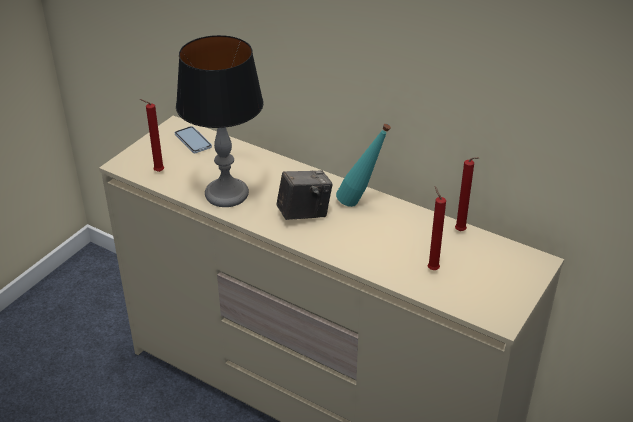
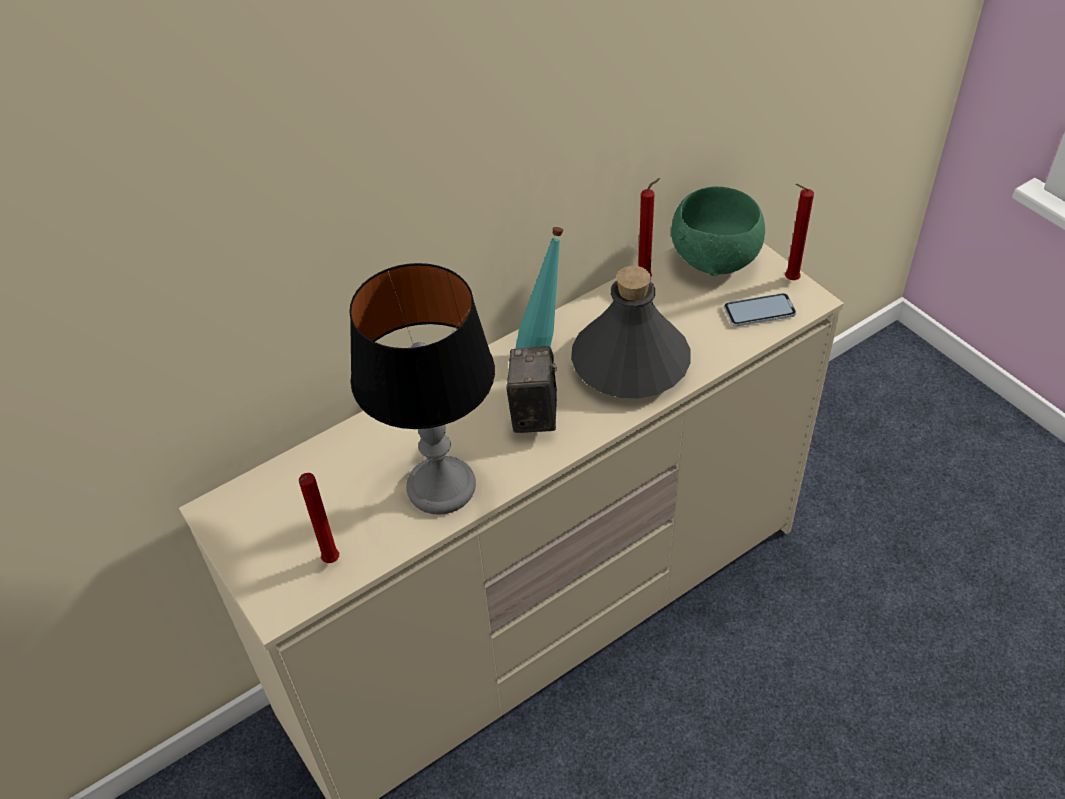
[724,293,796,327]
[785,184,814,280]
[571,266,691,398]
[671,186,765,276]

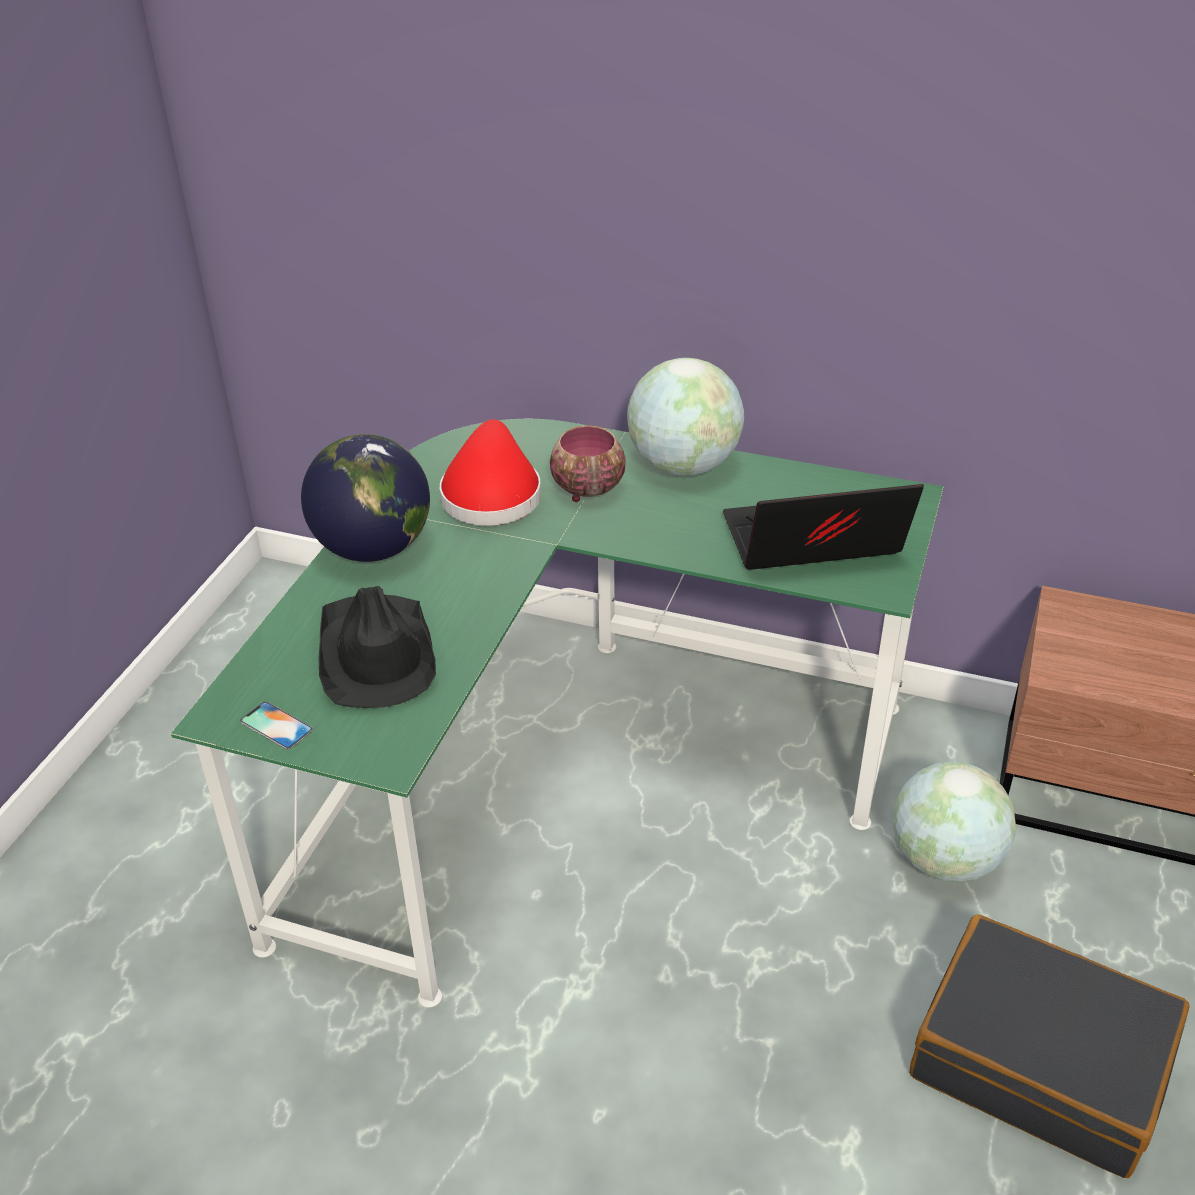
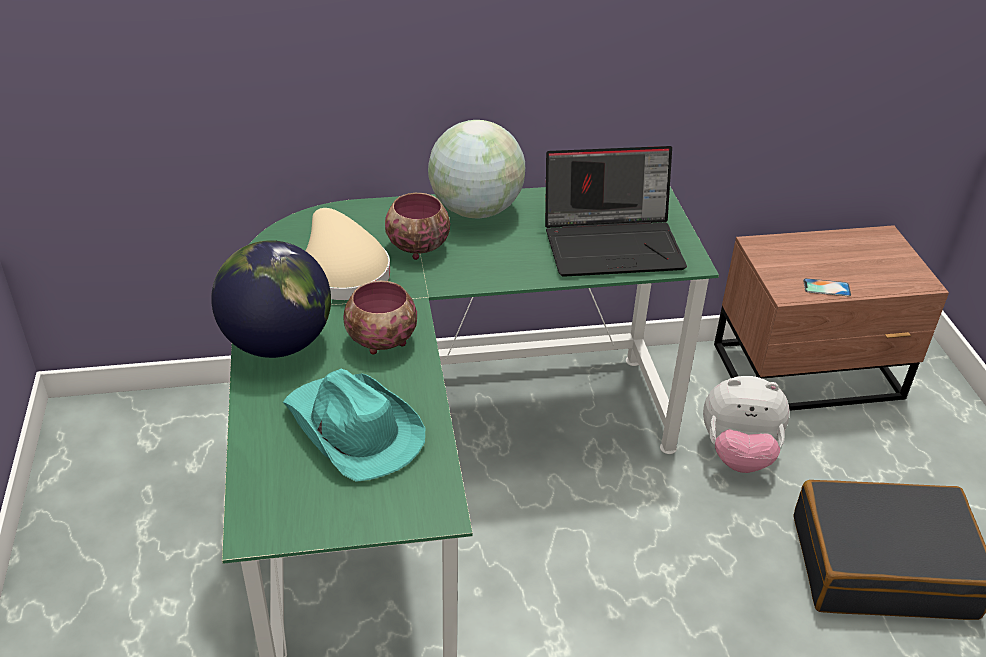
[803,278,851,297]
[283,369,425,482]
[306,208,390,300]
[545,146,687,277]
[703,376,790,473]
[343,281,417,355]

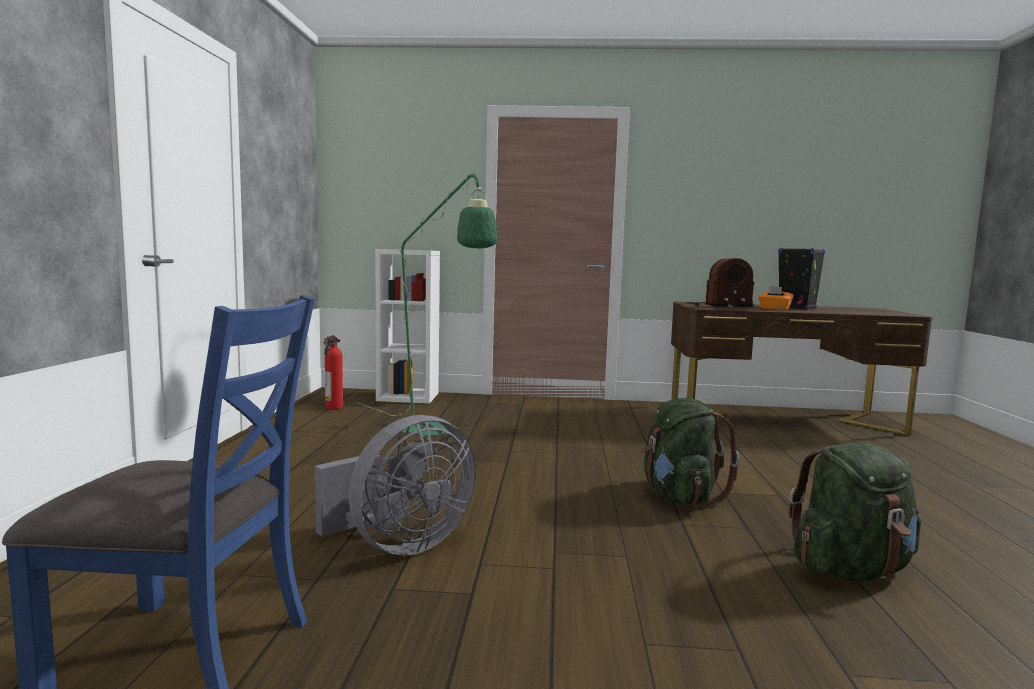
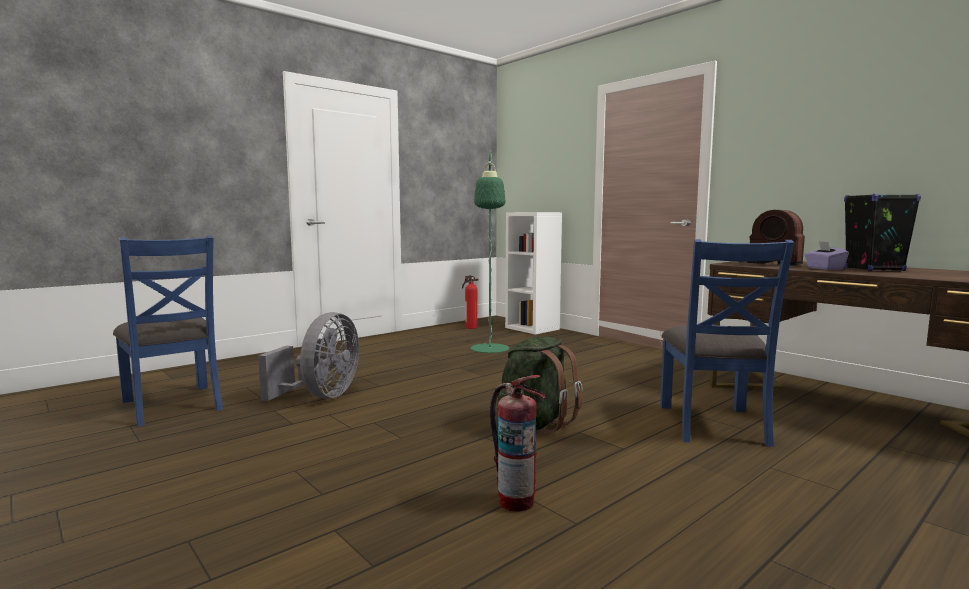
[258,312,359,401]
[805,241,849,270]
[490,375,546,512]
[660,239,795,447]

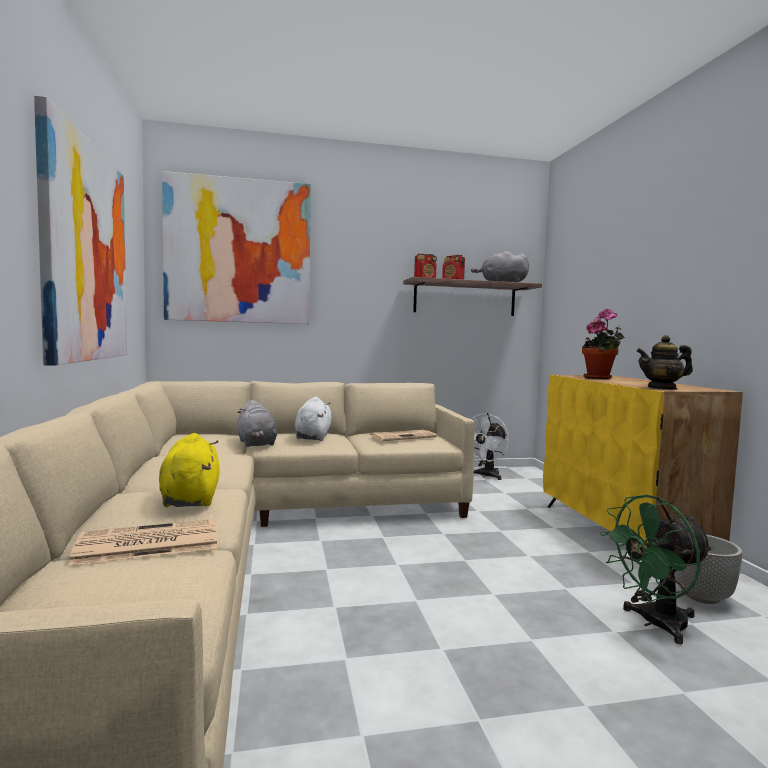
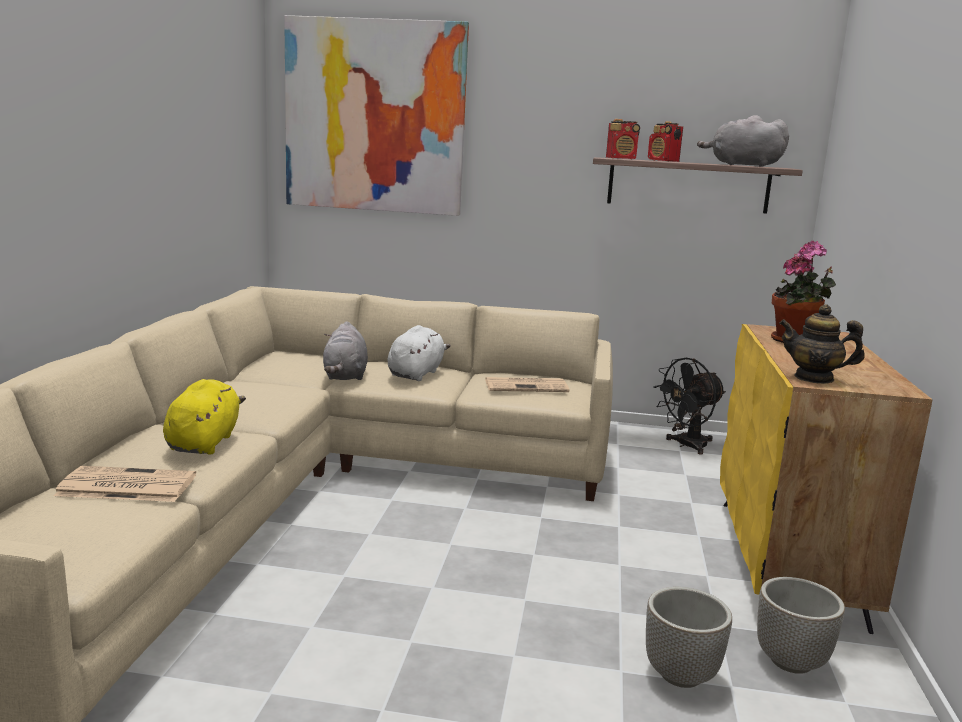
[34,95,127,366] (first image)
[653,358,726,455]
[646,587,732,688]

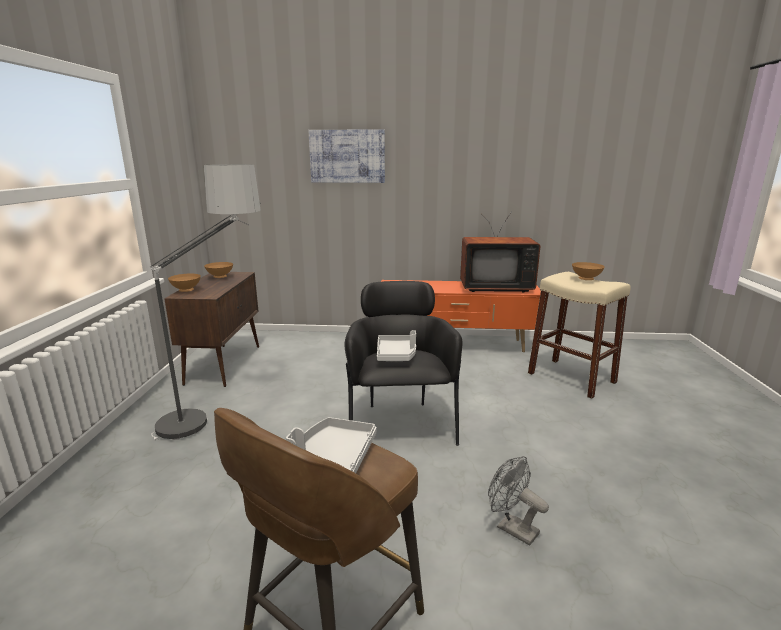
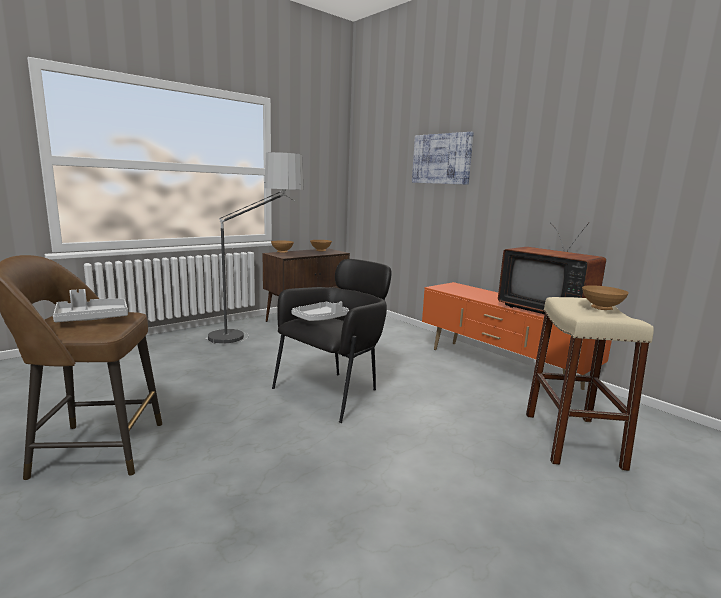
[488,456,549,546] (first image)

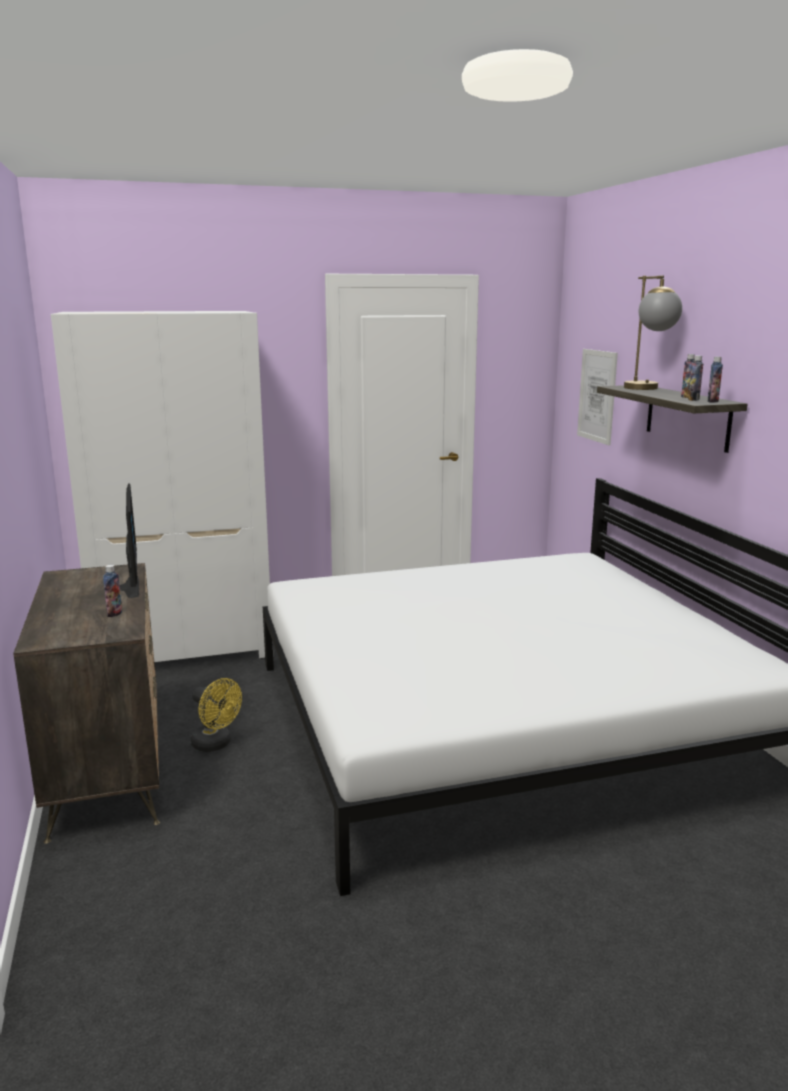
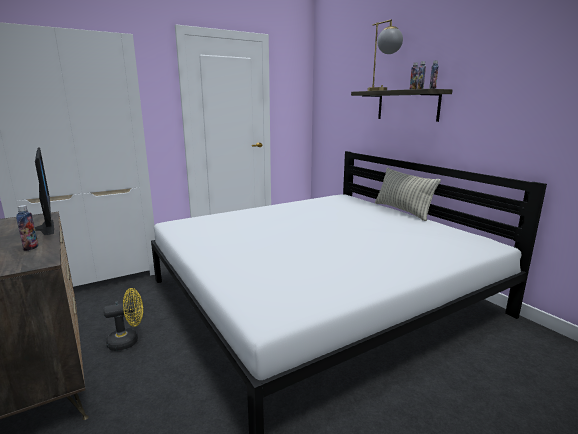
[103,288,143,351]
[577,349,618,445] (first image)
[375,168,441,221]

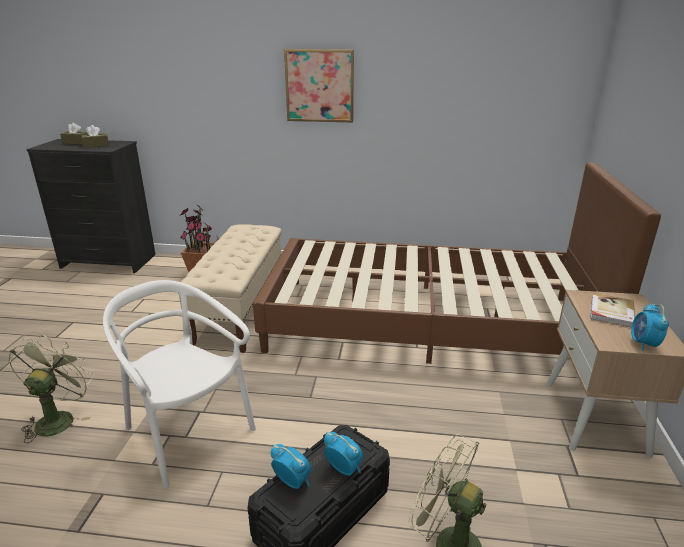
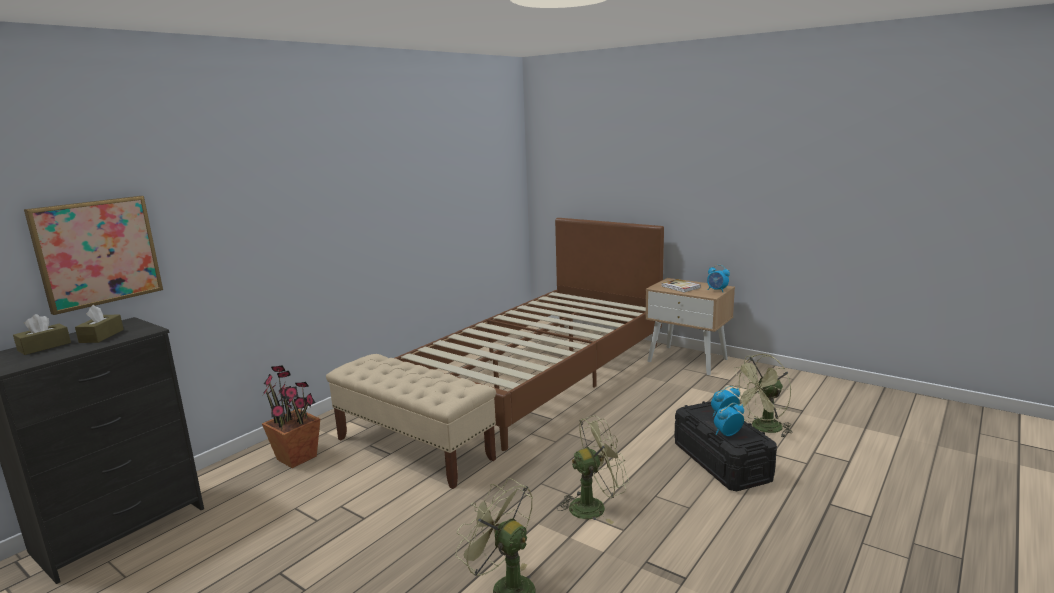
[557,415,629,524]
[24,196,163,315]

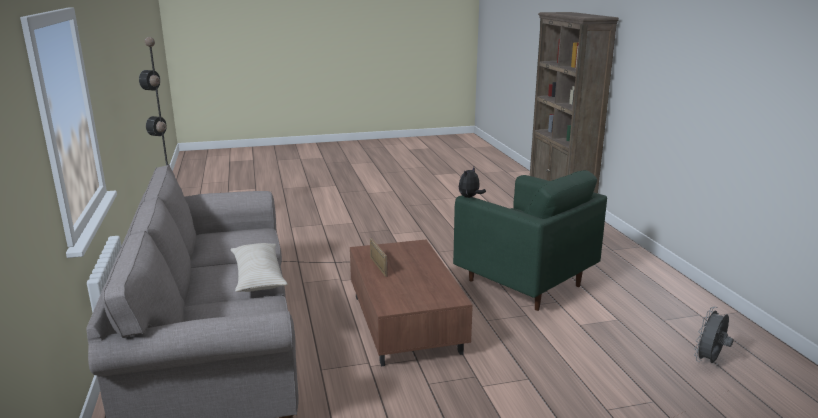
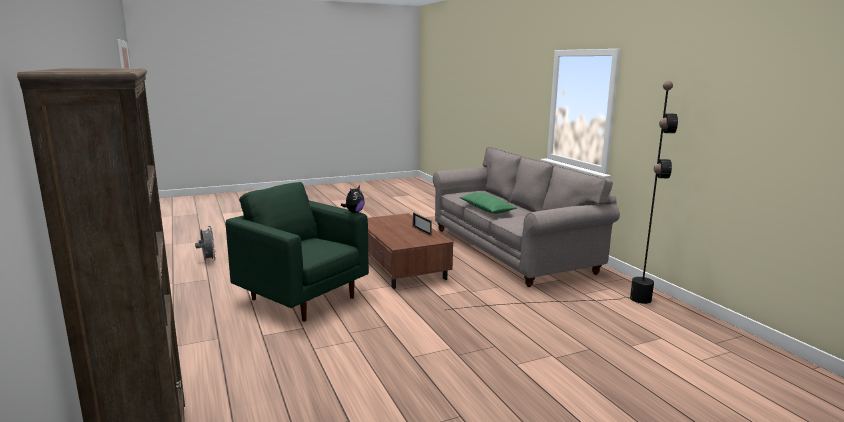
[459,193,517,214]
[195,226,216,261]

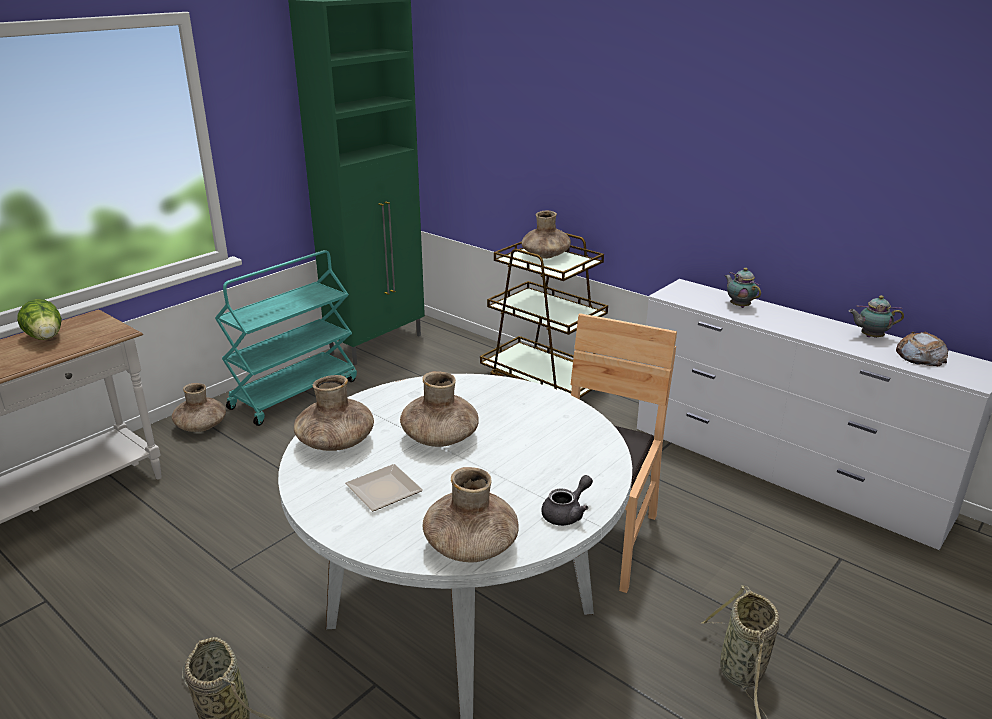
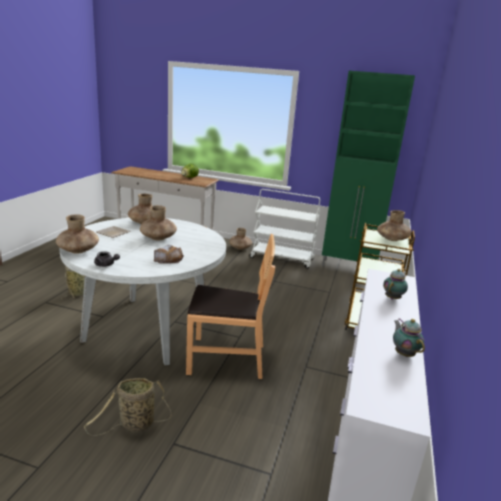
[249,189,320,269]
[154,245,184,264]

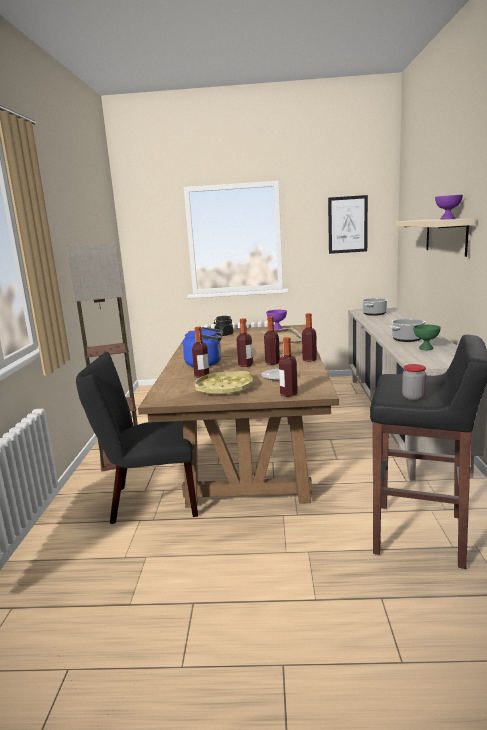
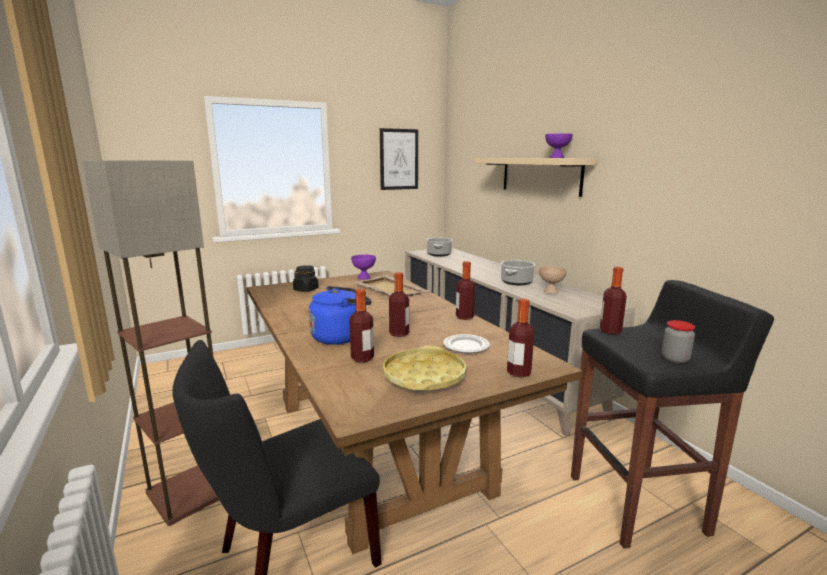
[600,267,627,334]
[539,267,567,294]

